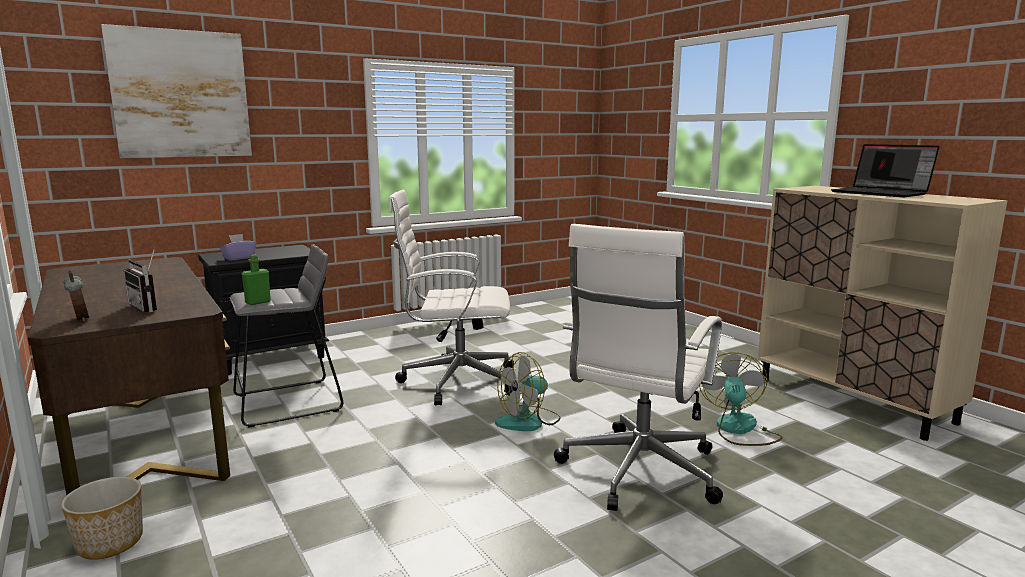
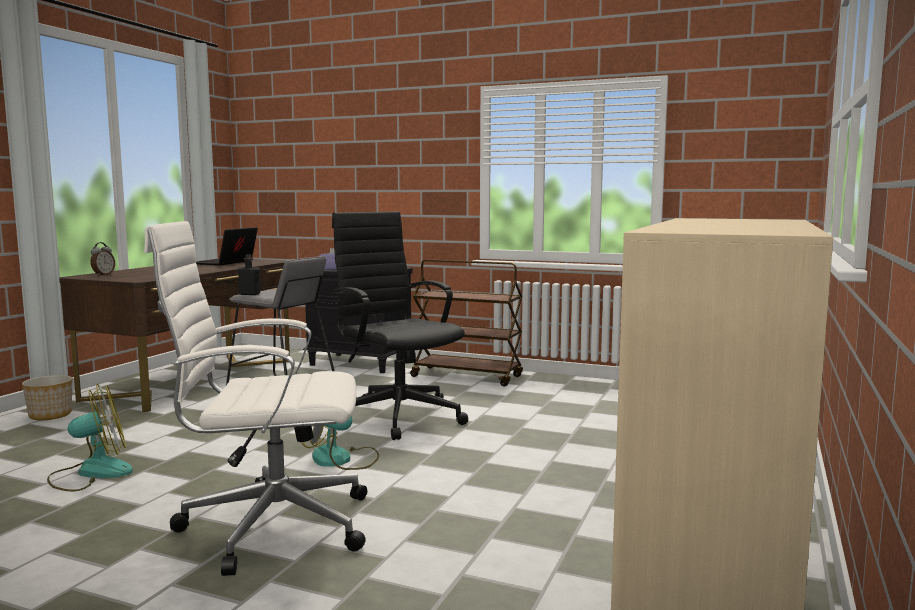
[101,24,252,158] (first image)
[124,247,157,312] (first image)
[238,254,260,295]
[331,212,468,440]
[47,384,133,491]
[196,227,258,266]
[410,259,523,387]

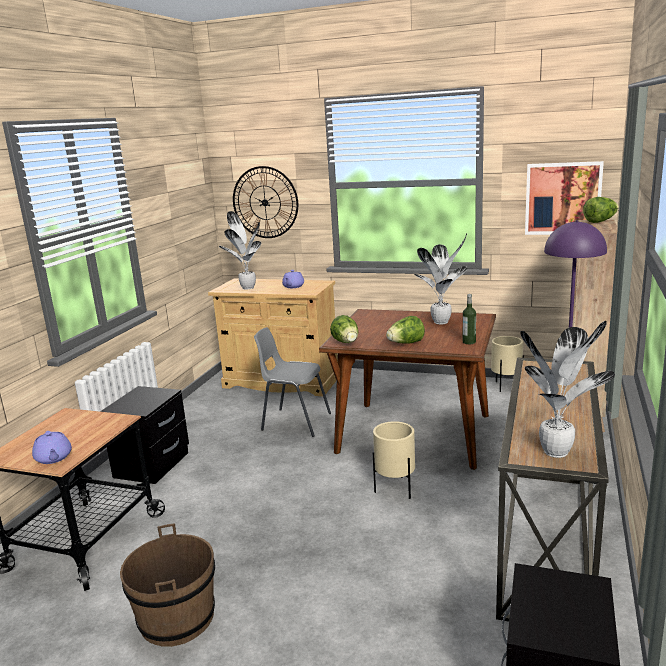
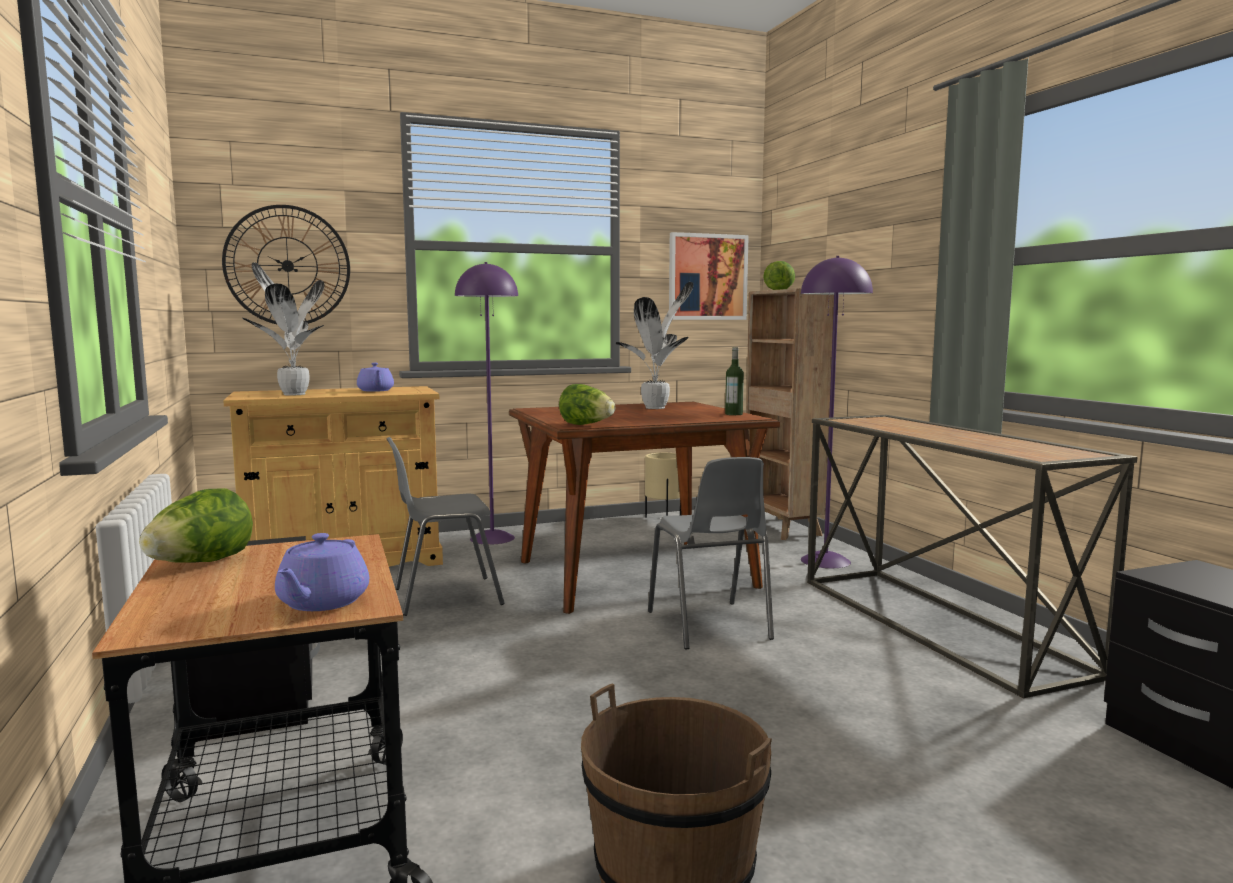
[275,533,369,611]
[648,457,774,649]
[139,488,253,563]
[520,321,615,458] (first image)
[455,262,518,545]

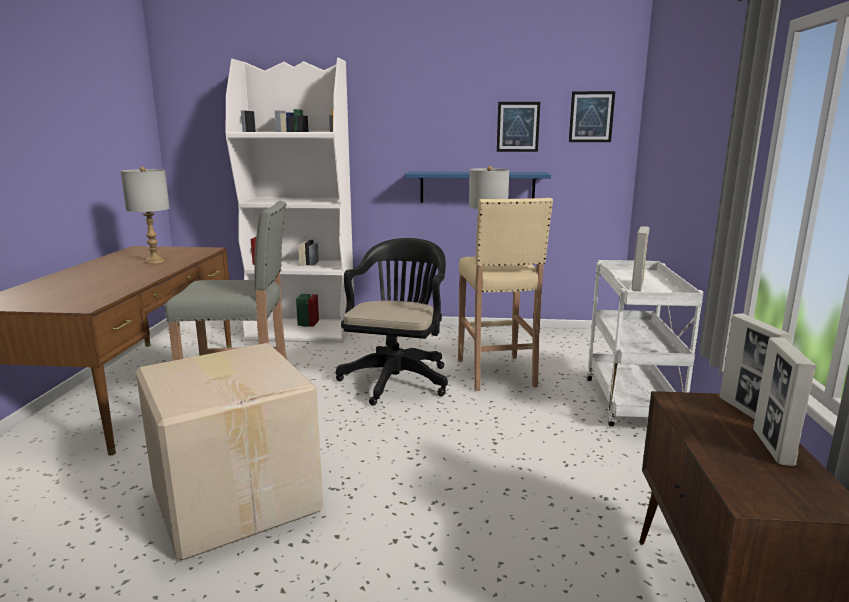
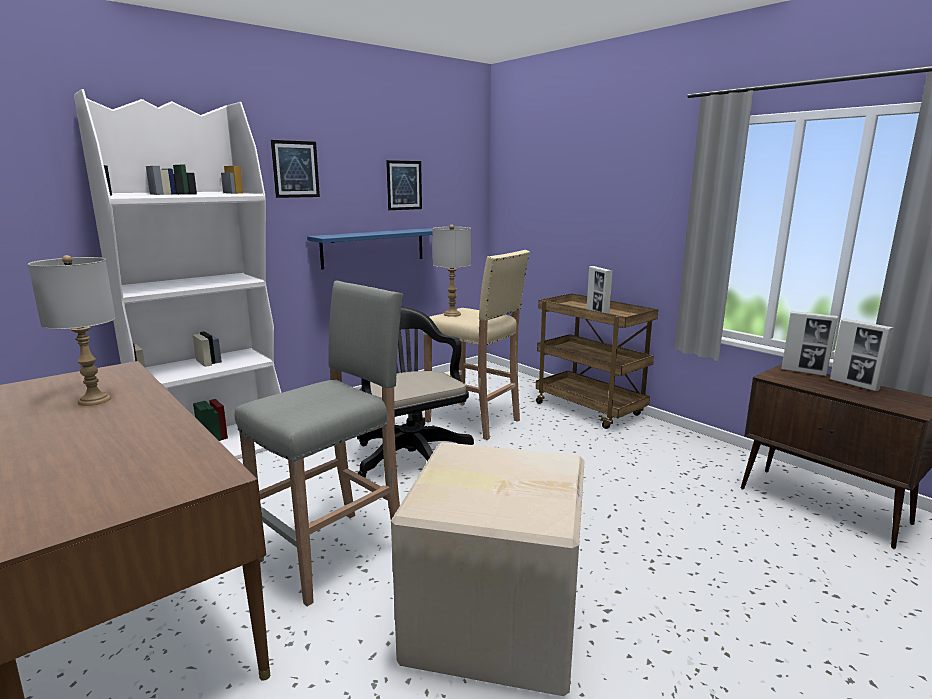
[271,140,320,198]
[536,293,658,429]

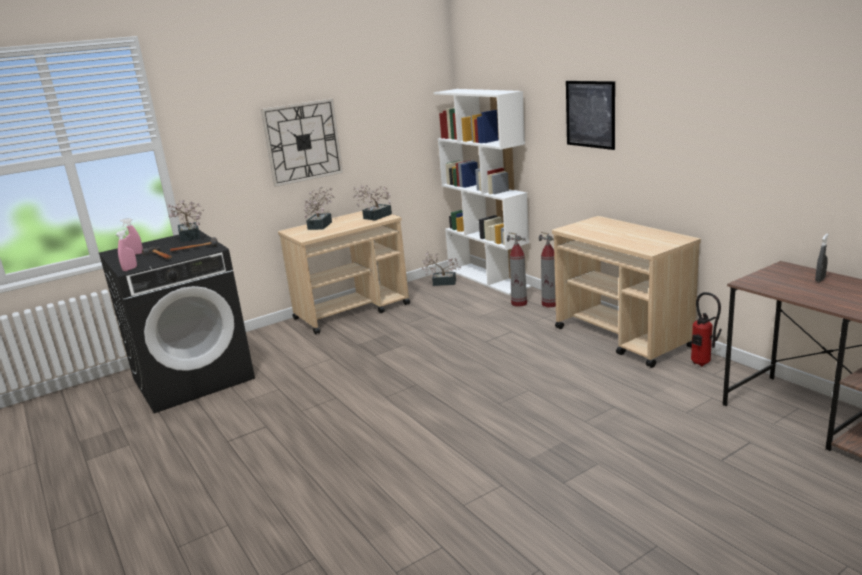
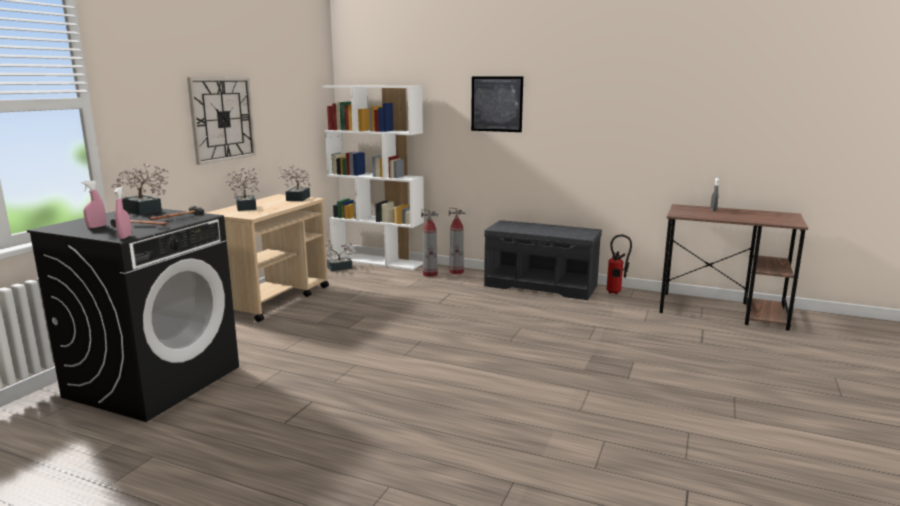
[484,220,602,300]

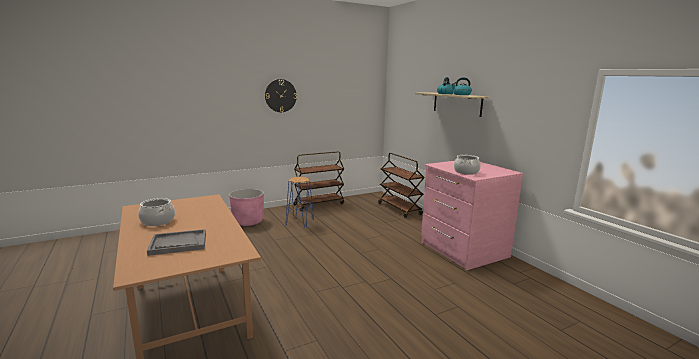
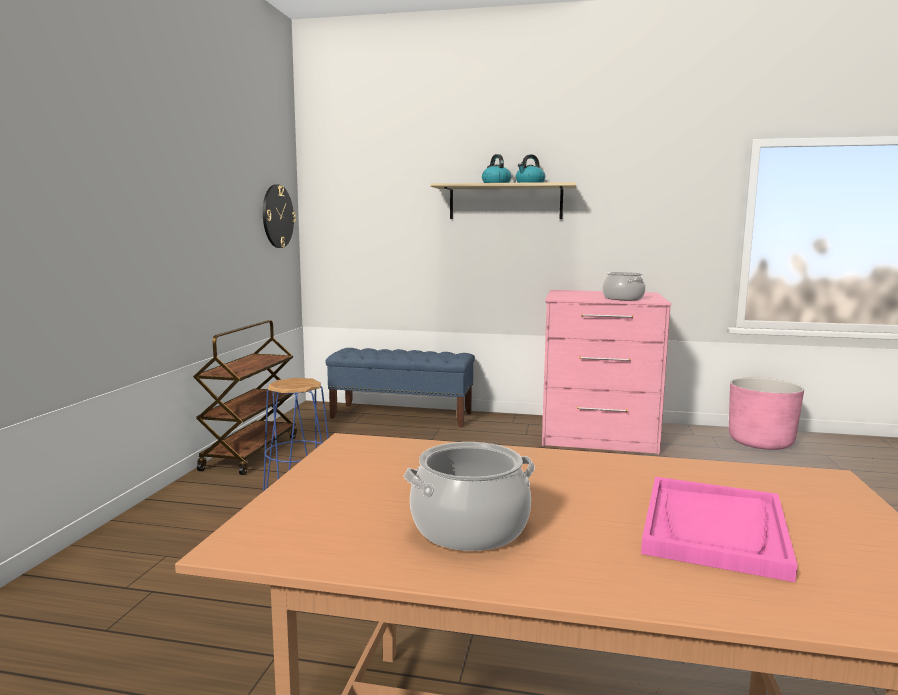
[641,477,797,582]
[729,378,804,450]
[263,184,296,248]
[325,348,475,428]

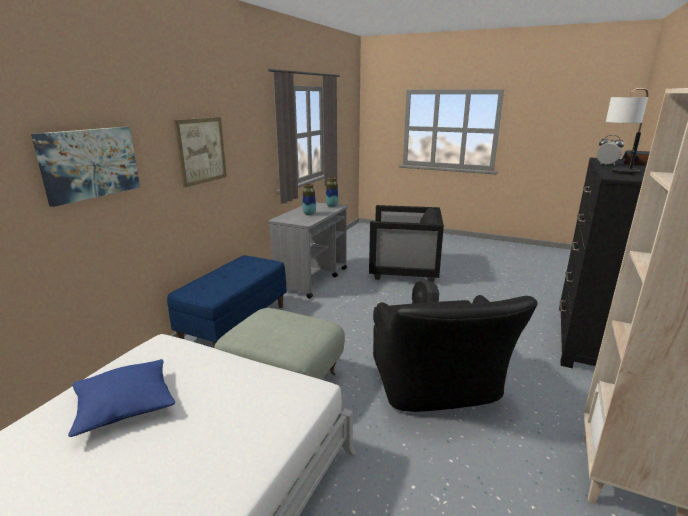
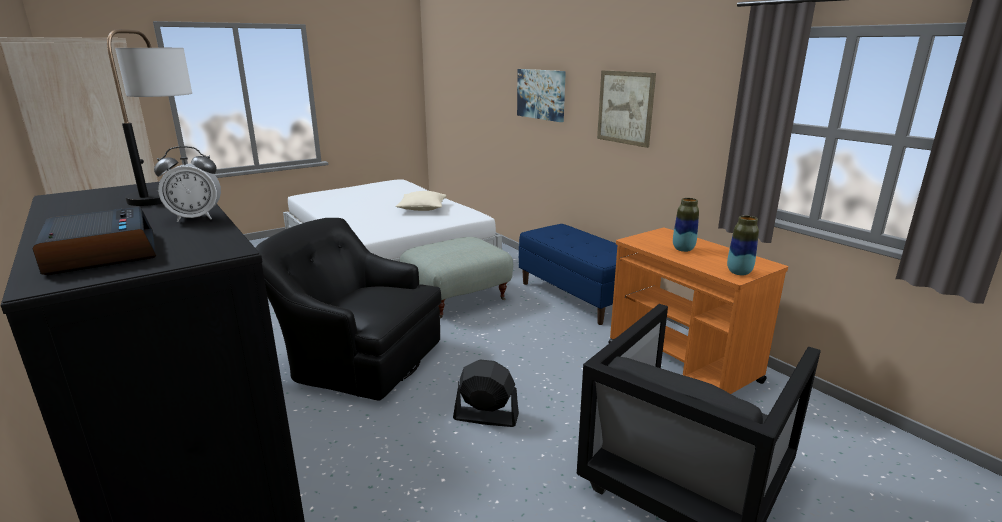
[396,191,447,211]
[608,228,788,394]

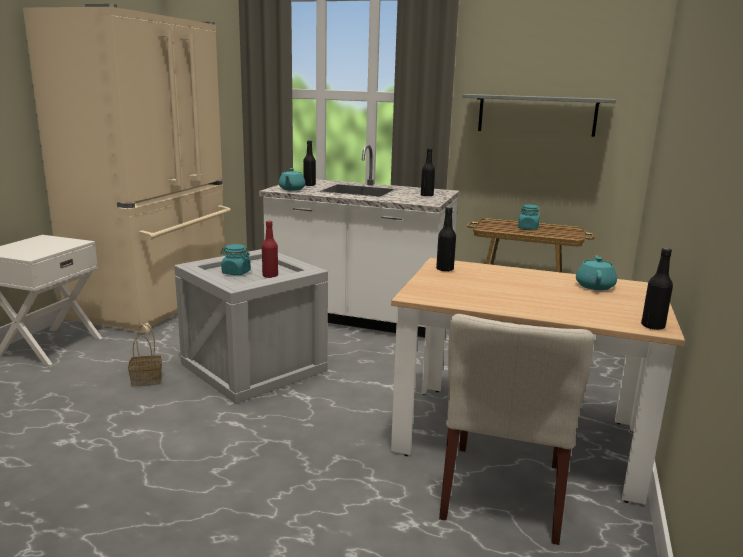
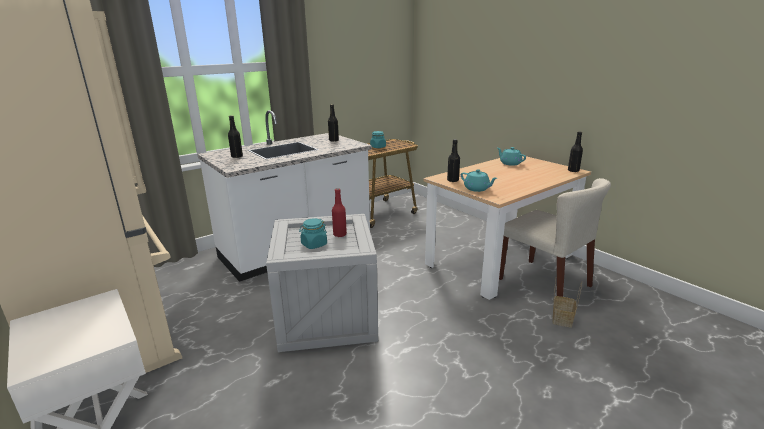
[552,279,582,328]
[461,169,498,192]
[462,94,616,137] (first image)

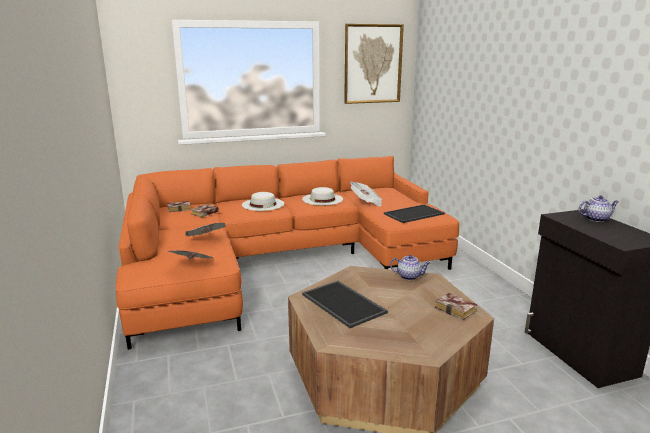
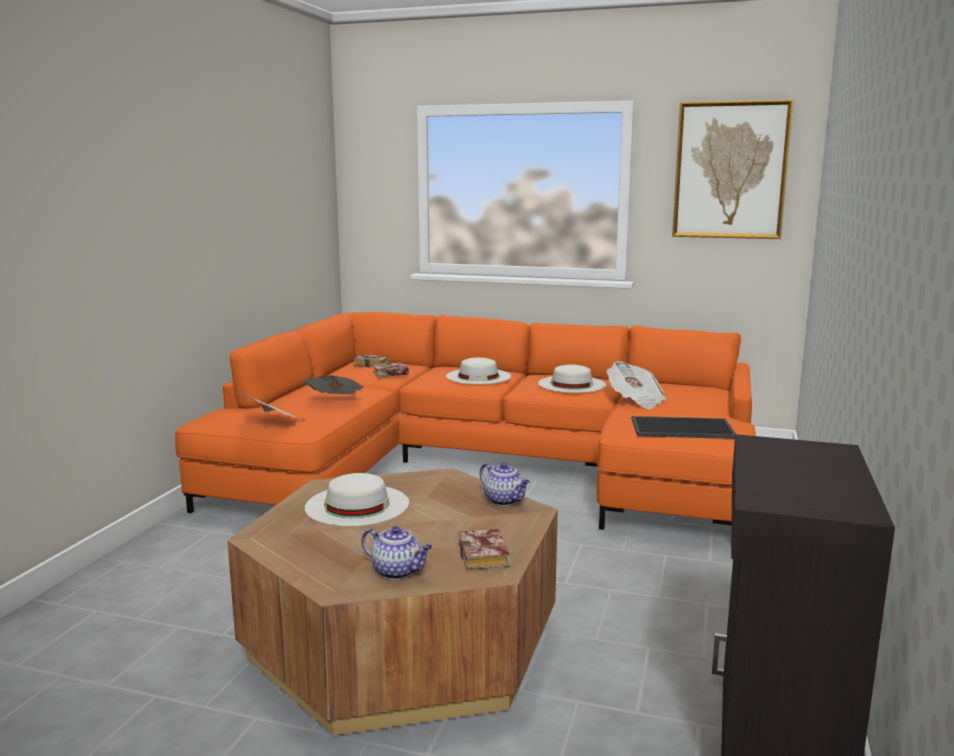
[305,473,409,526]
[361,526,432,579]

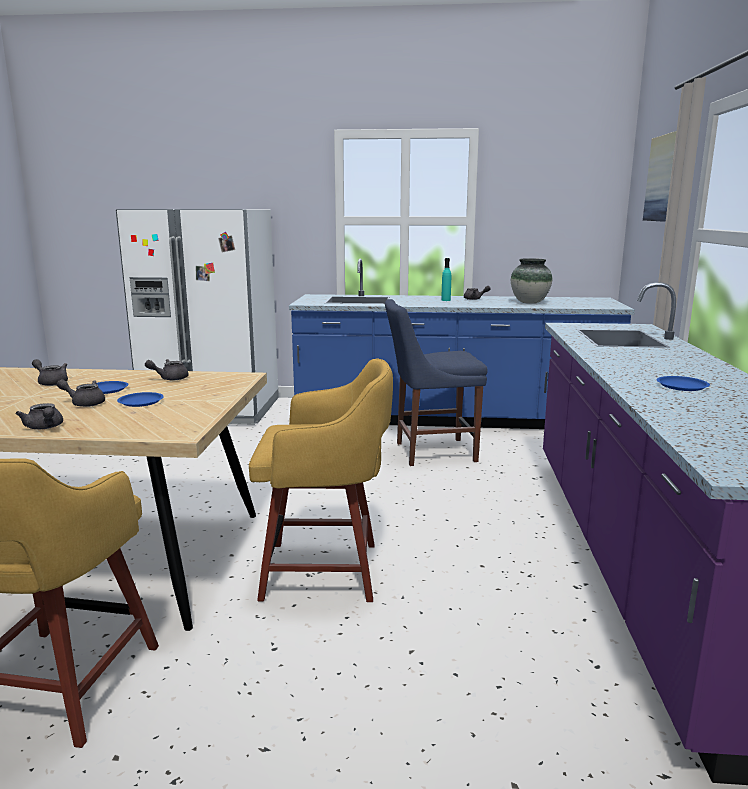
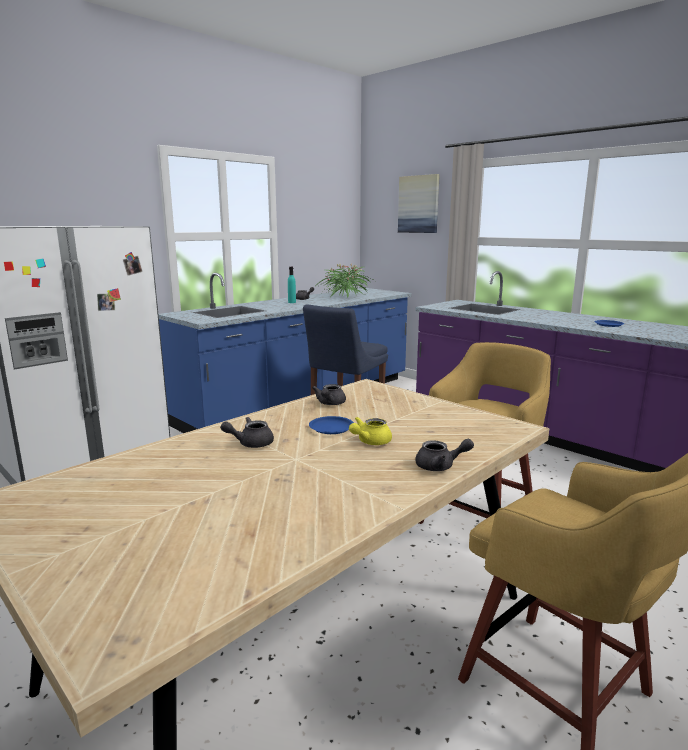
[349,417,392,445]
[117,392,164,407] (first image)
[318,264,375,297]

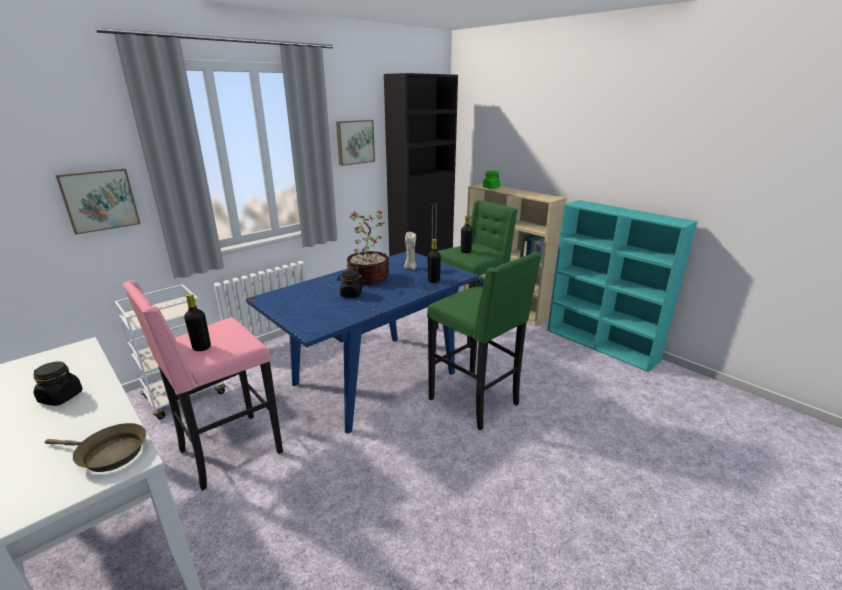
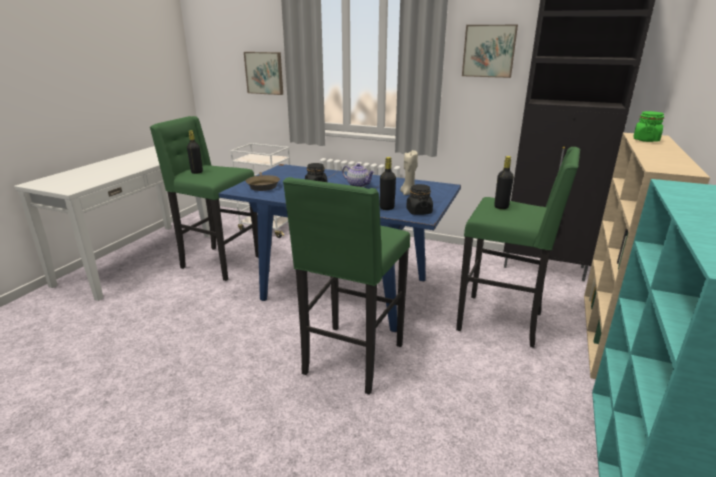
[406,184,433,215]
[246,172,280,191]
[150,116,259,281]
[342,163,375,187]

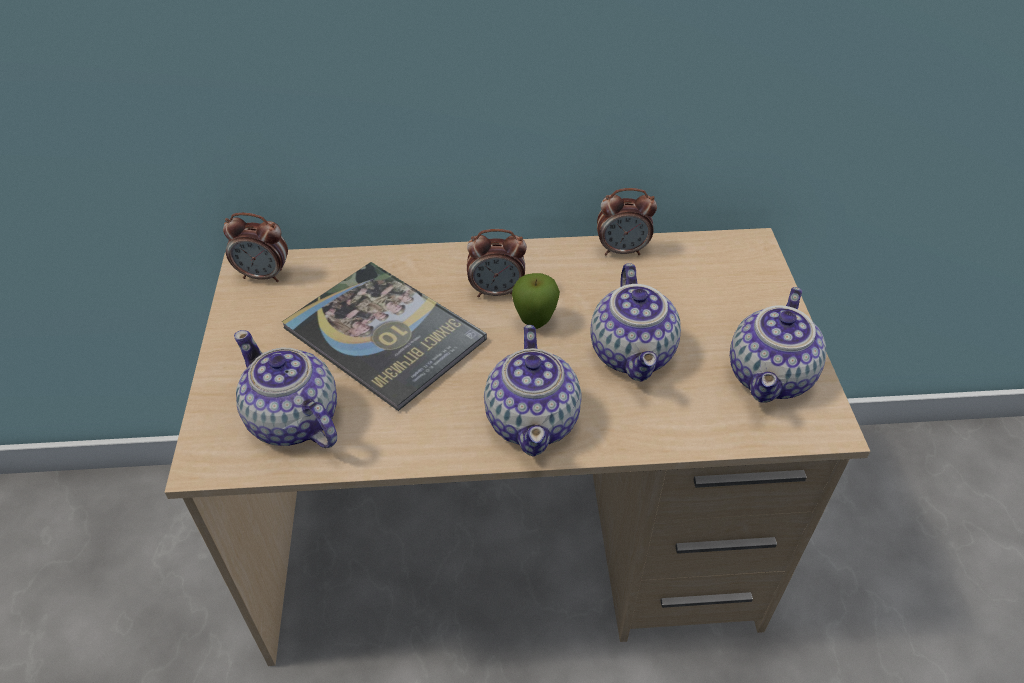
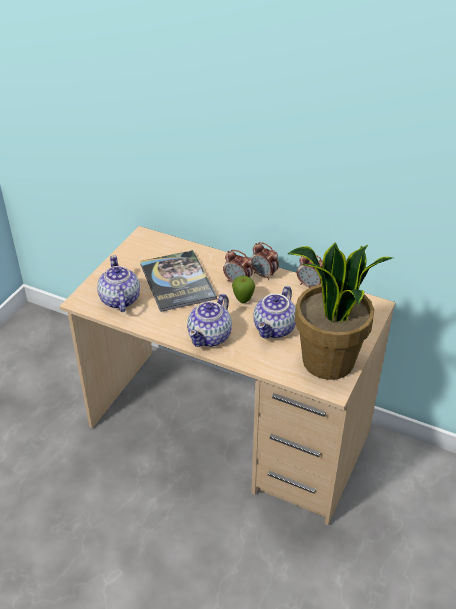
[250,242,279,280]
[287,242,393,380]

